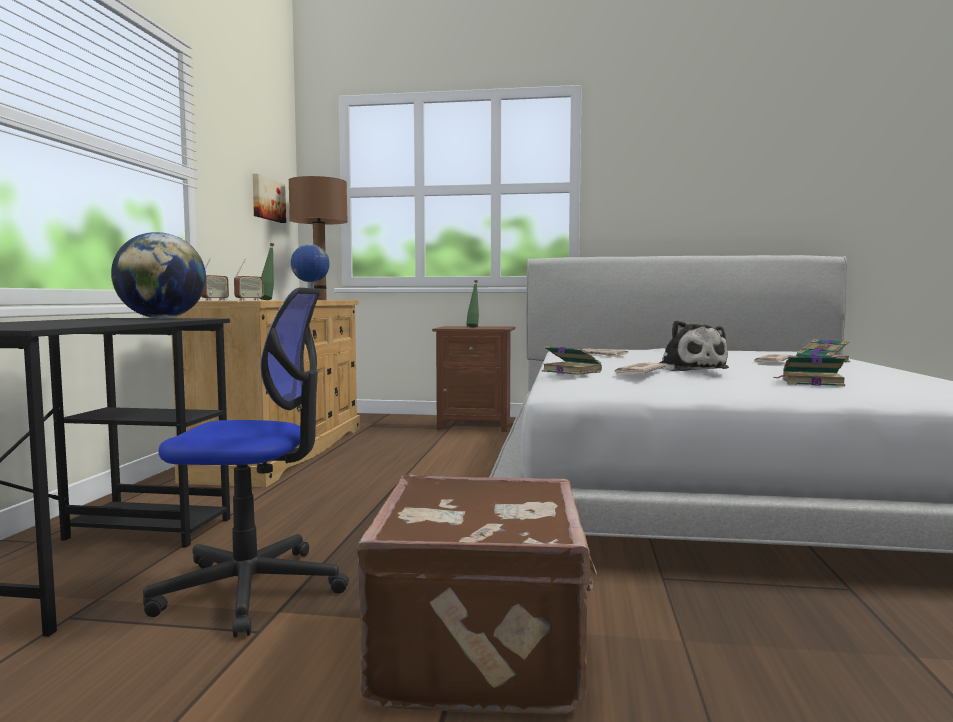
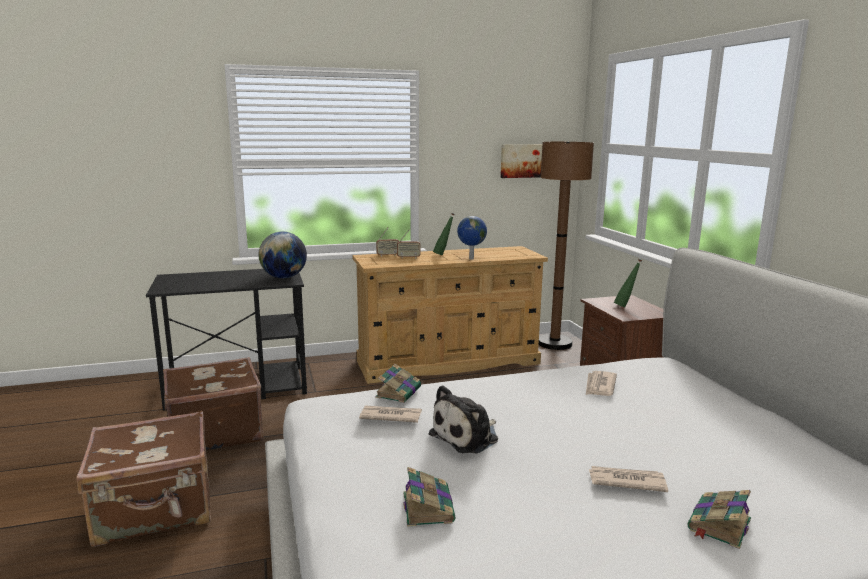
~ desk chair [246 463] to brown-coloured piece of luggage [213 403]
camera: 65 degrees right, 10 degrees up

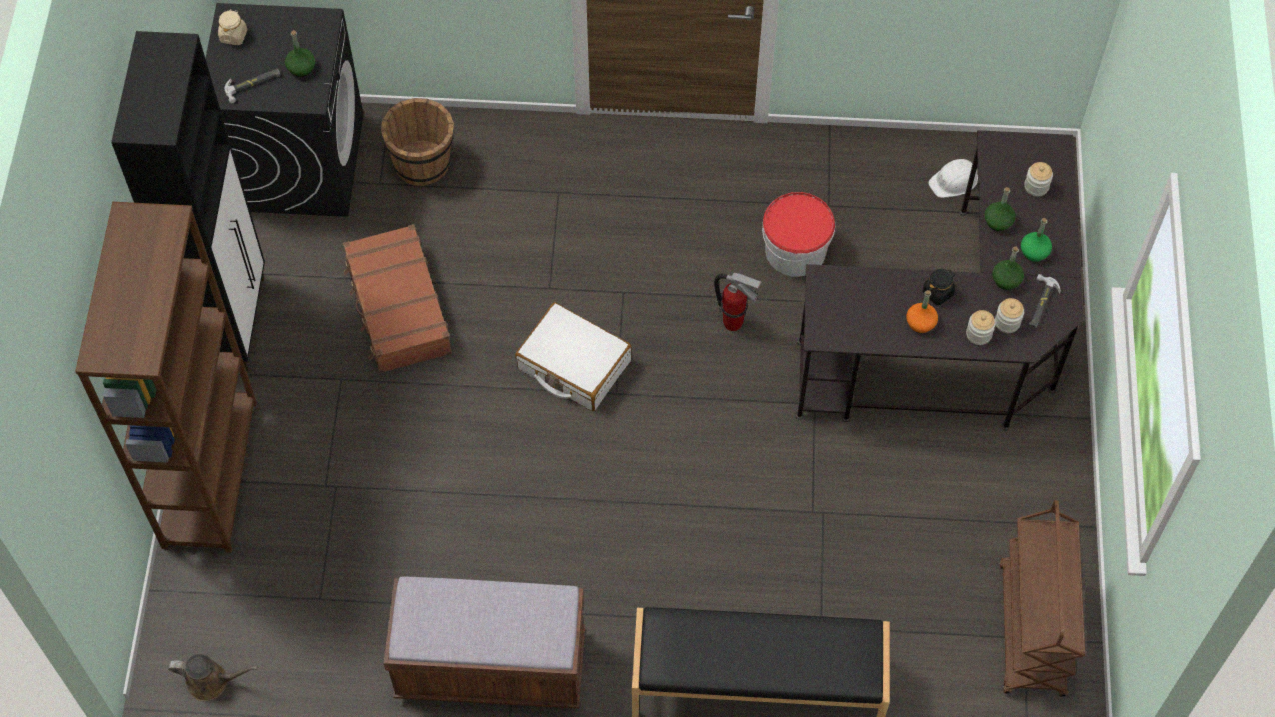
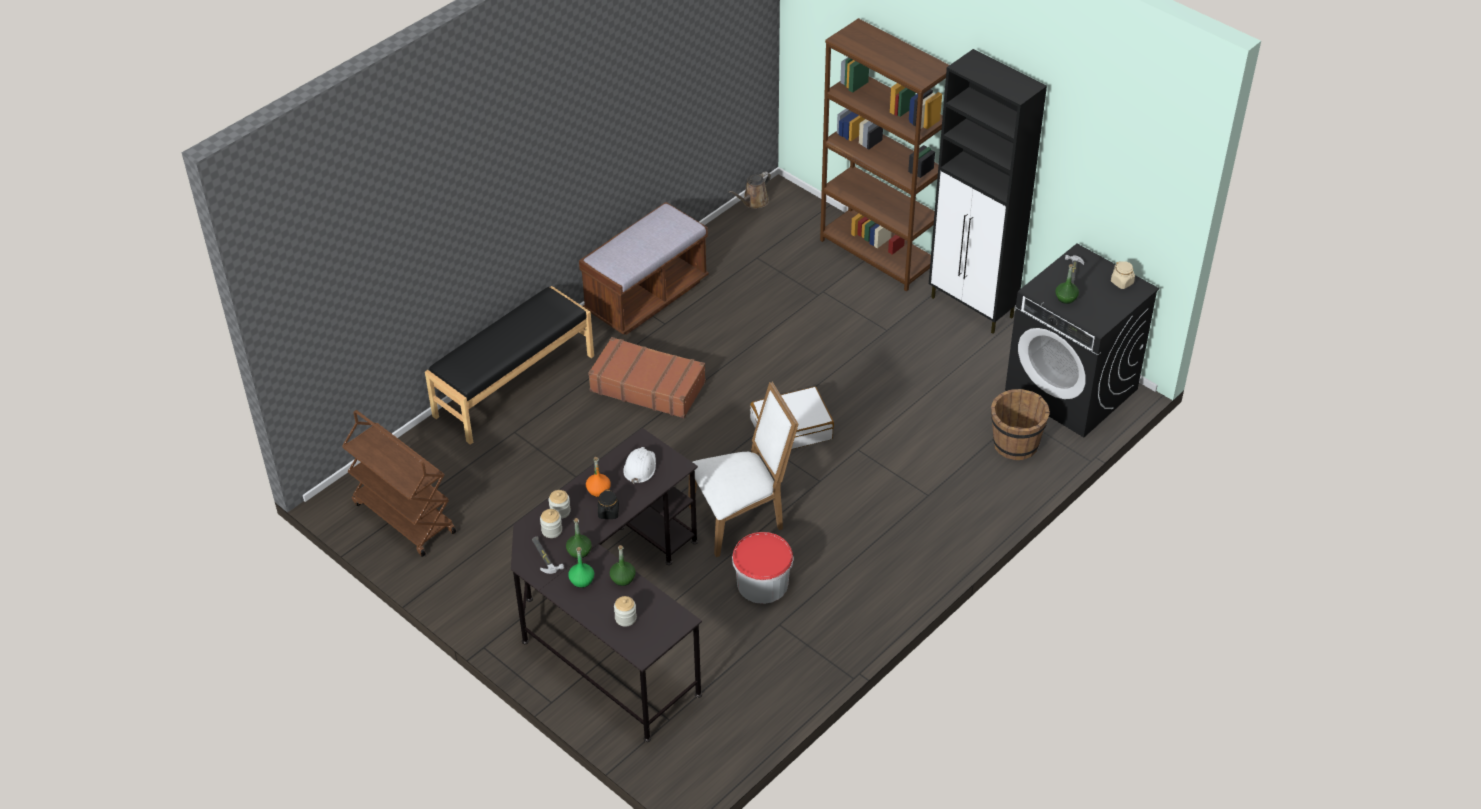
~ brown-coloured piece of luggage [397 298] to [647 378]
~ fire-fighting cylinder [738 302] to white plain chair [743 469]
~ white safety helmet [953 178] to [639 465]
camera: 130 degrees right, 15 degrees down

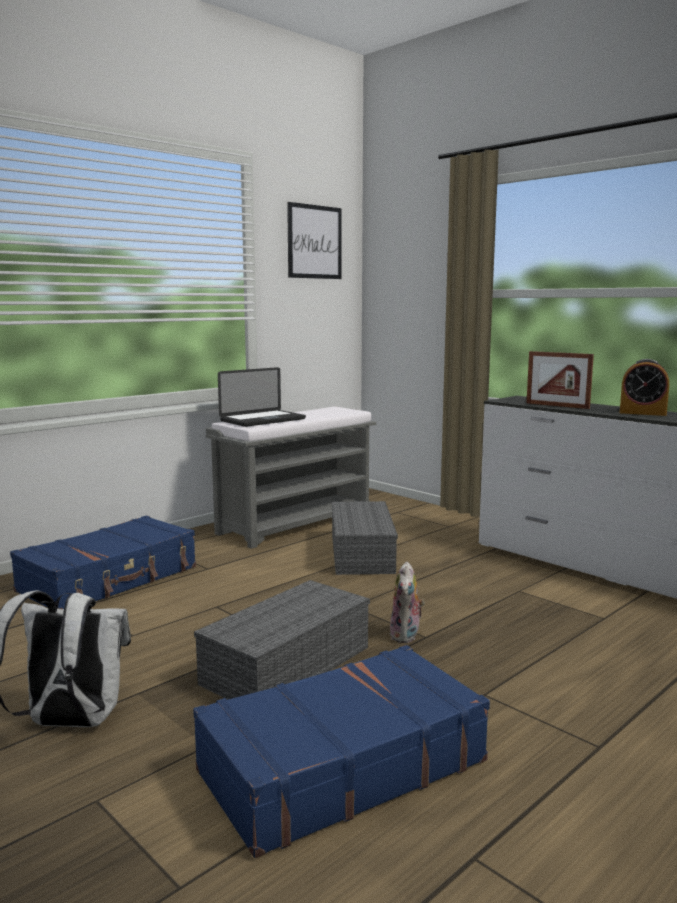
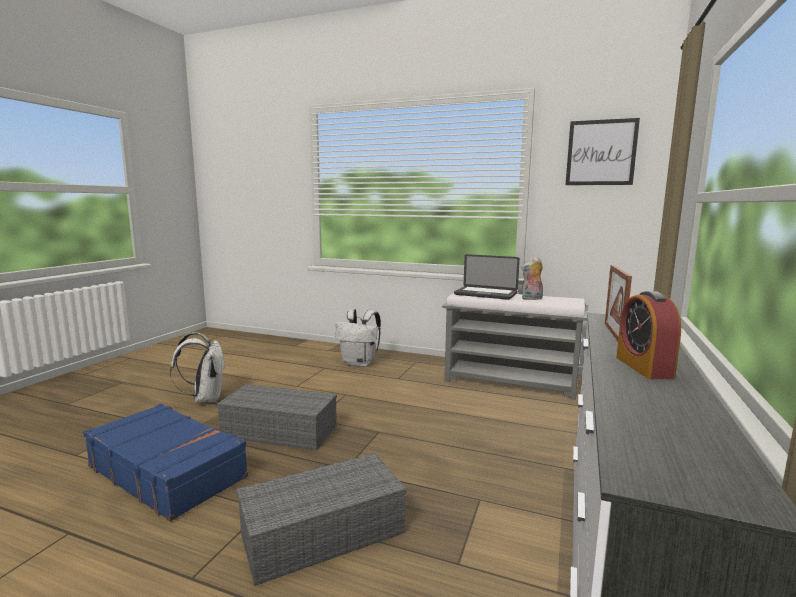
~ bluish piece of luggage [103 562] to white knapsack [358 338]
~ gray storage container [365 538] to [322 519]
~ soft toy [407 602] to [532 278]
camera: 65 degrees right, 0 degrees up

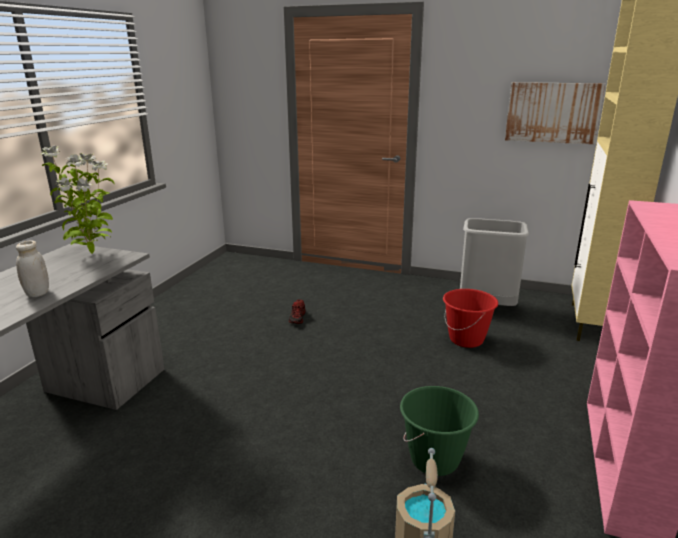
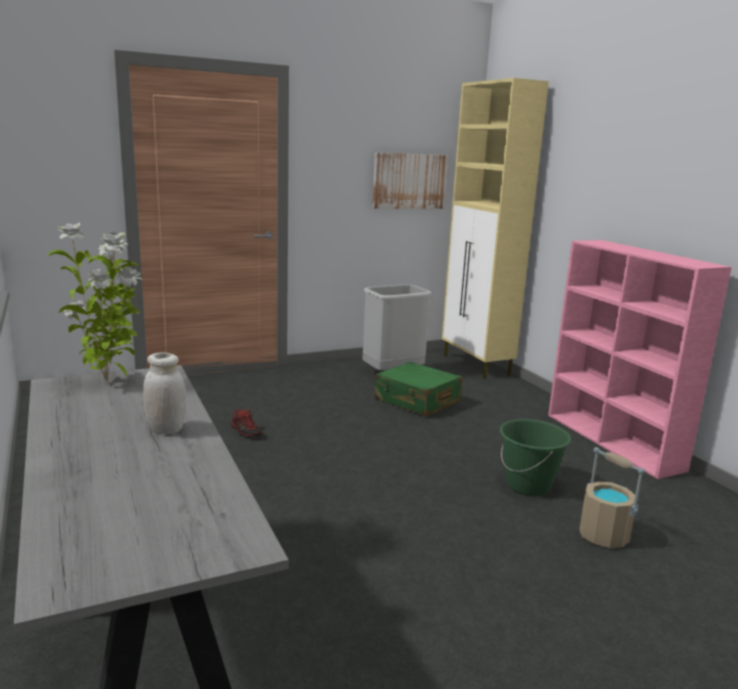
~ red pail [470 318] to green piece of luggage [419 389]
camera: 45 degrees left, 5 degrees down

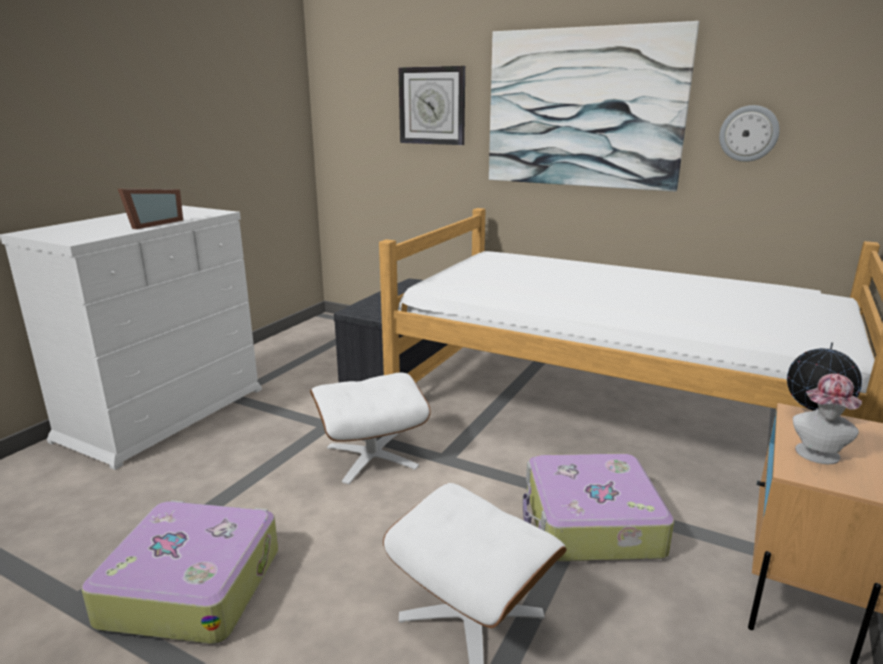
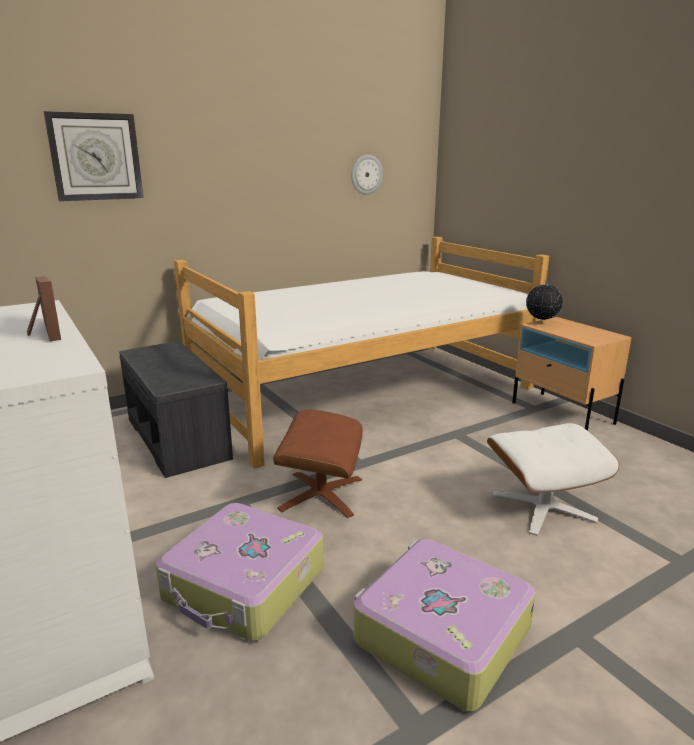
~ white pouffe [370 428] to brown-coloured pouffe [318 464]
- wall art [594 106]
~ piece of luggage [598 508] to [239 572]
- hat [827 419]
camera: 60 degrees left, 0 degrees up

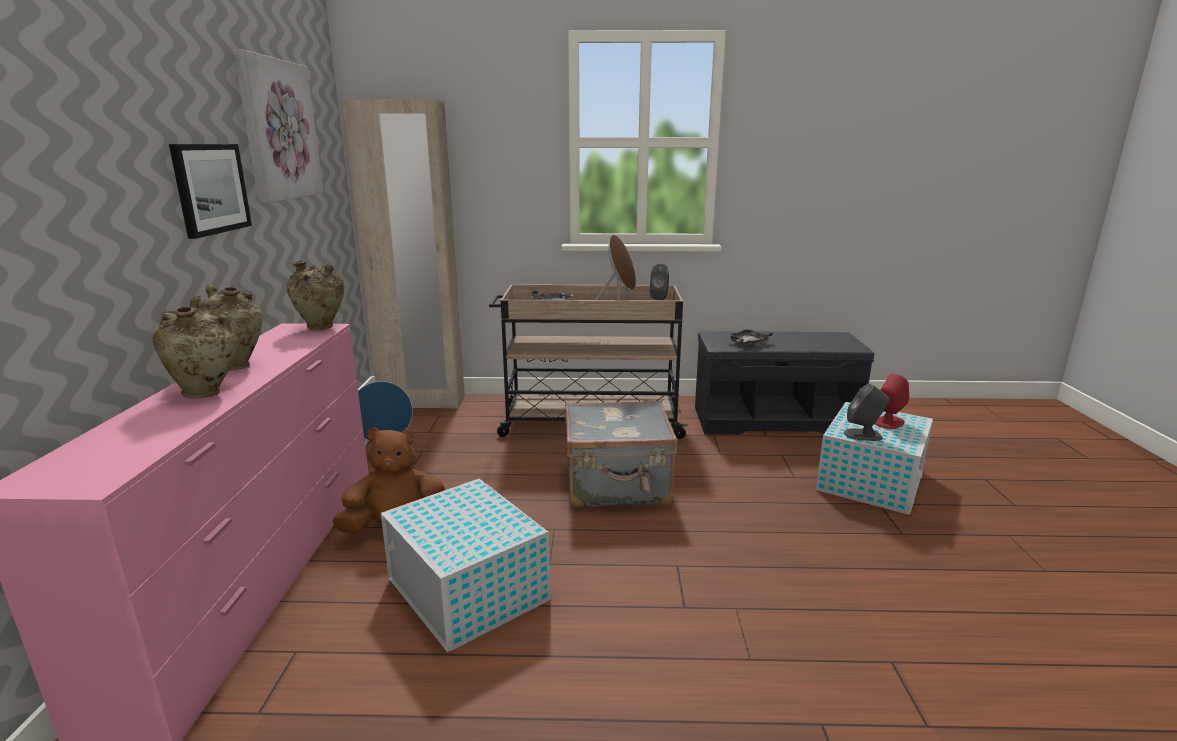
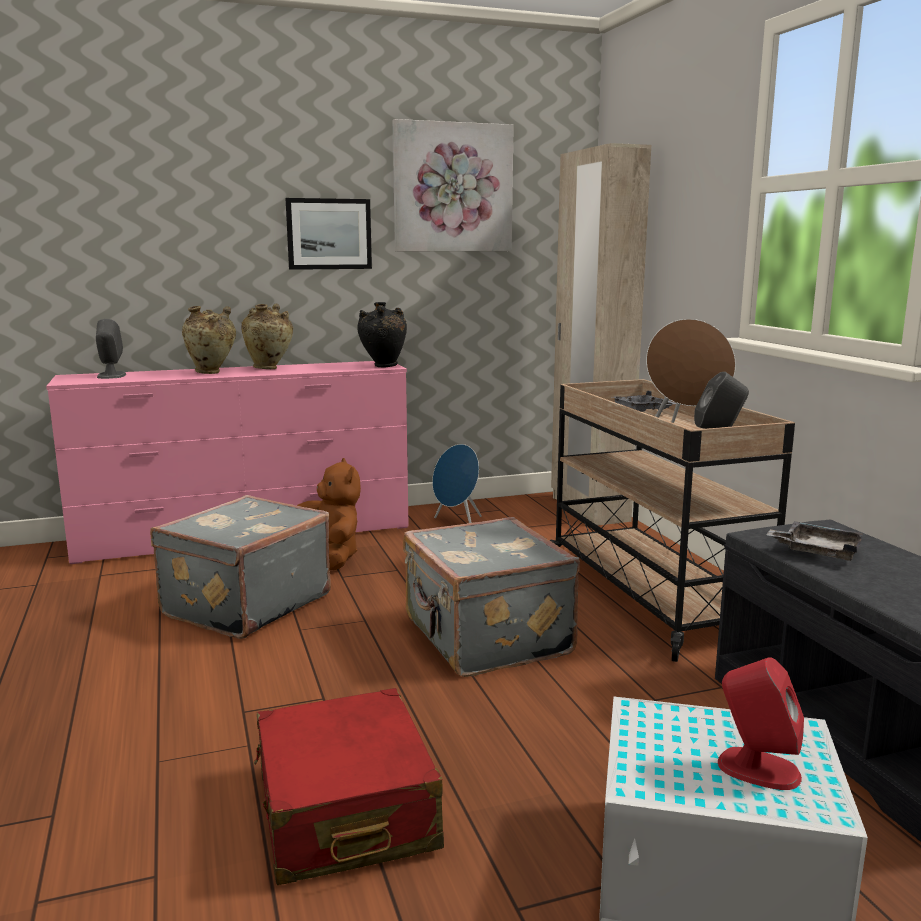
~ sand-coloured decorative vase [315 295] to black decorative vase [382 334]
~ white storage container [466 565] to gray piece of luggage [240 567]
~ gray audio speaker [867 412] to [111 349]
+ red piece of luggage [349 786]
camera: 70 degrees right, 5 degrees down

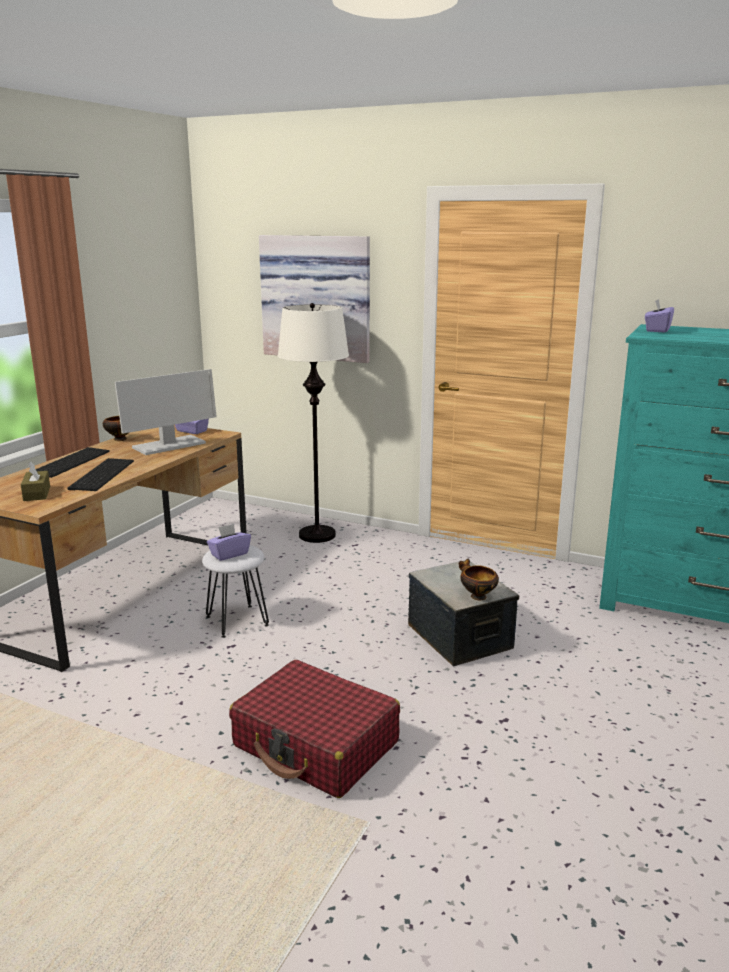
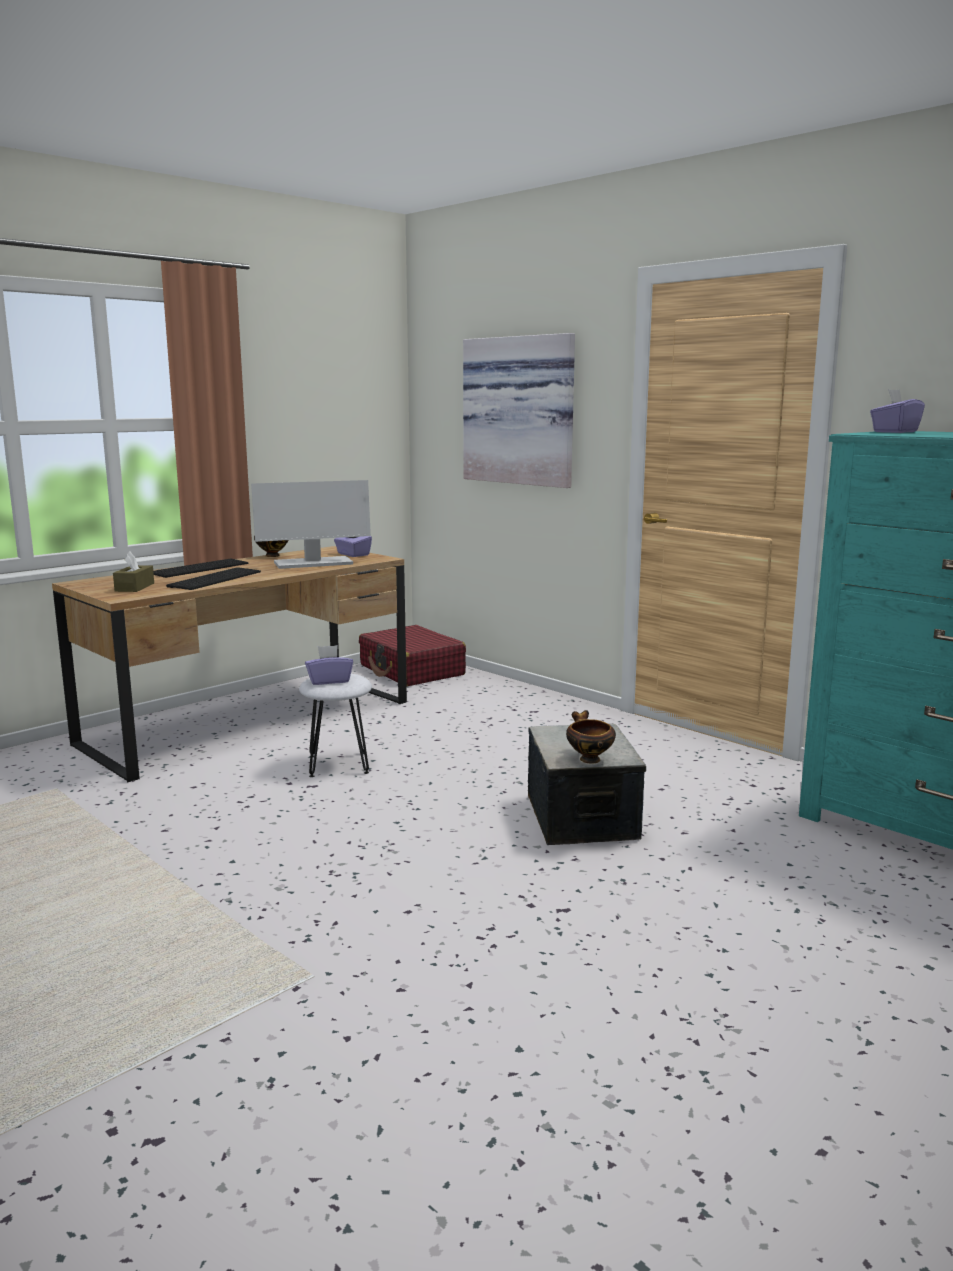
~ red piece of luggage [314 729] to [412 655]
- white floor lamp [313 423]
camera: 20 degrees right, 5 degrees down

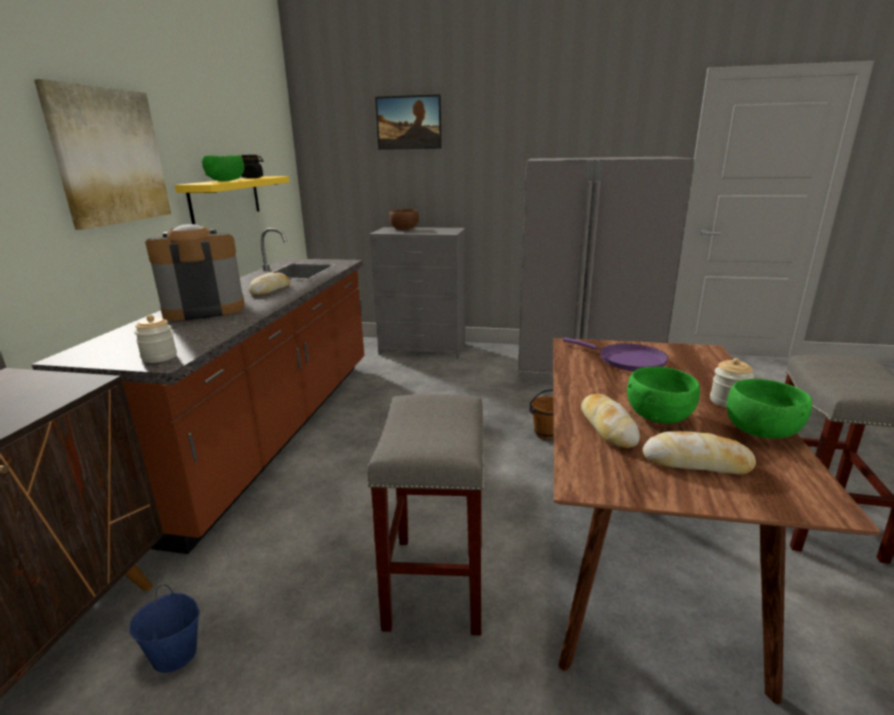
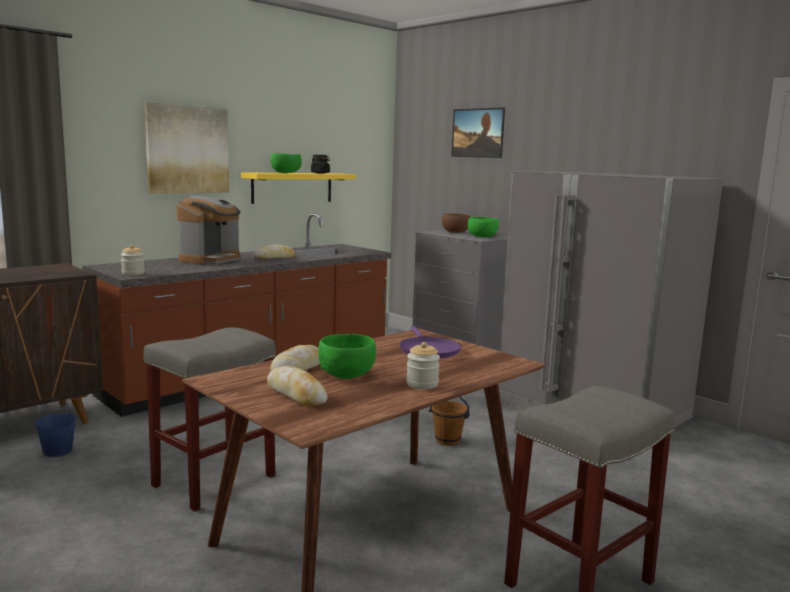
~ coffee maker [195 272] = [208 230] 105 degrees clockwise
~ green deep dish [769 409] to [483 227]
camera: 35 degrees right, 10 degrees down

